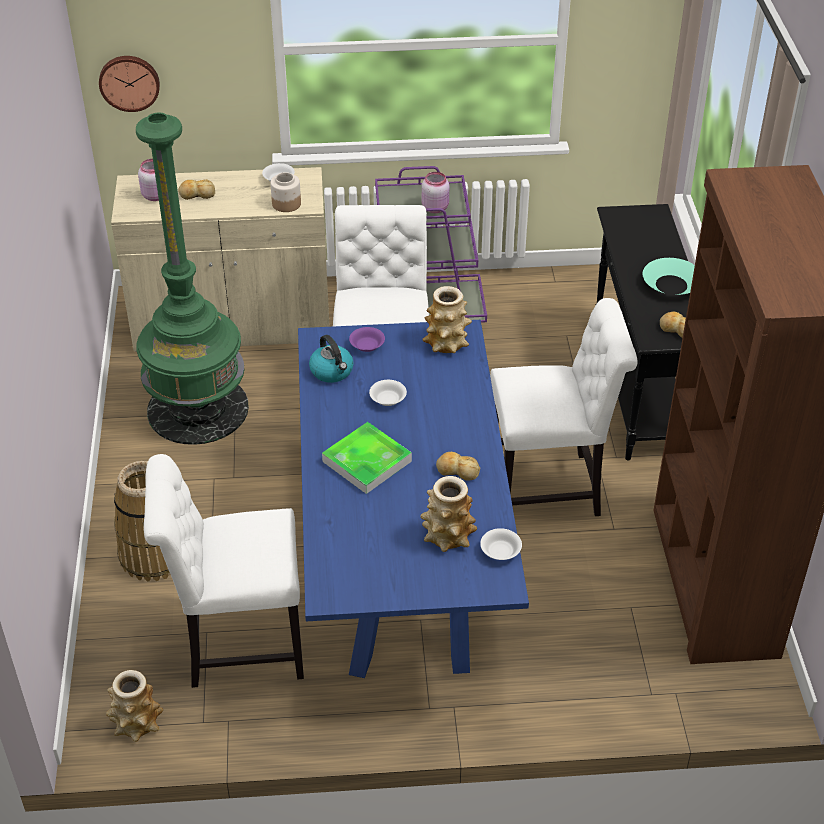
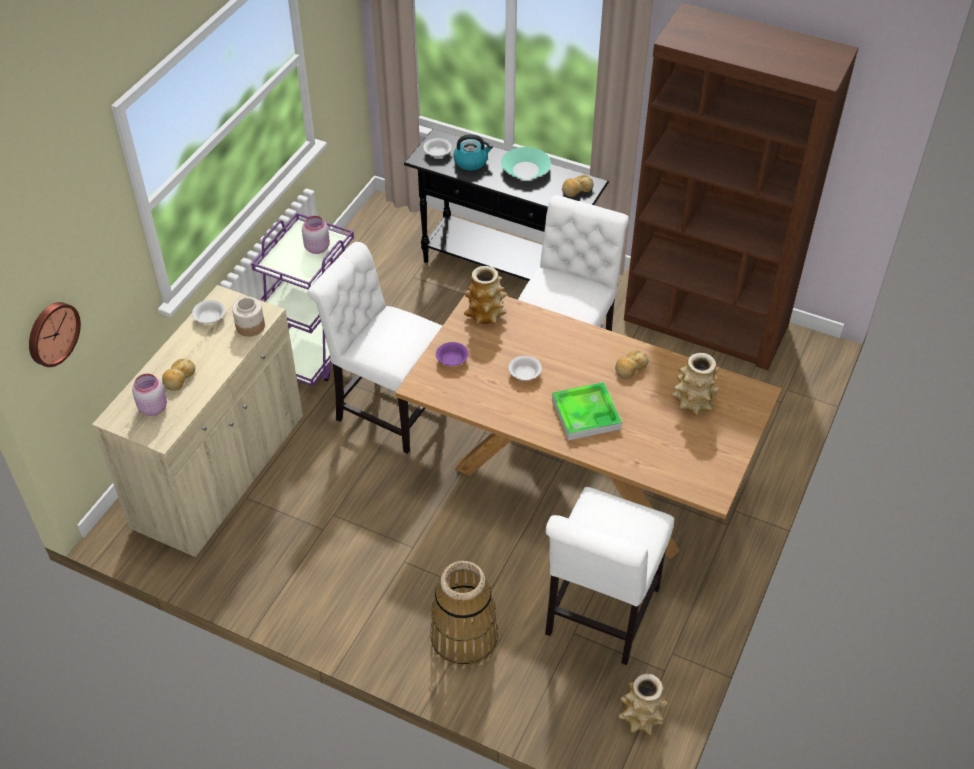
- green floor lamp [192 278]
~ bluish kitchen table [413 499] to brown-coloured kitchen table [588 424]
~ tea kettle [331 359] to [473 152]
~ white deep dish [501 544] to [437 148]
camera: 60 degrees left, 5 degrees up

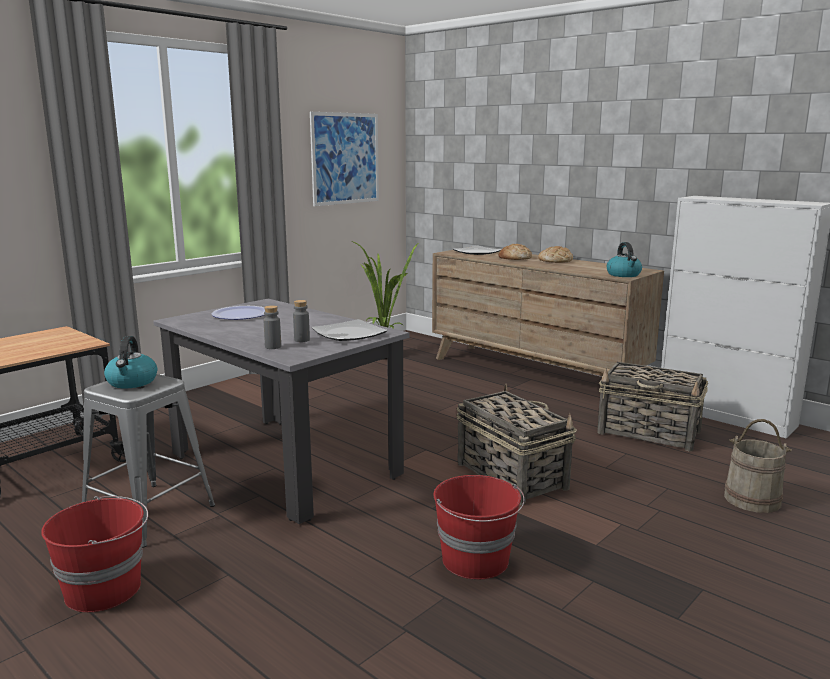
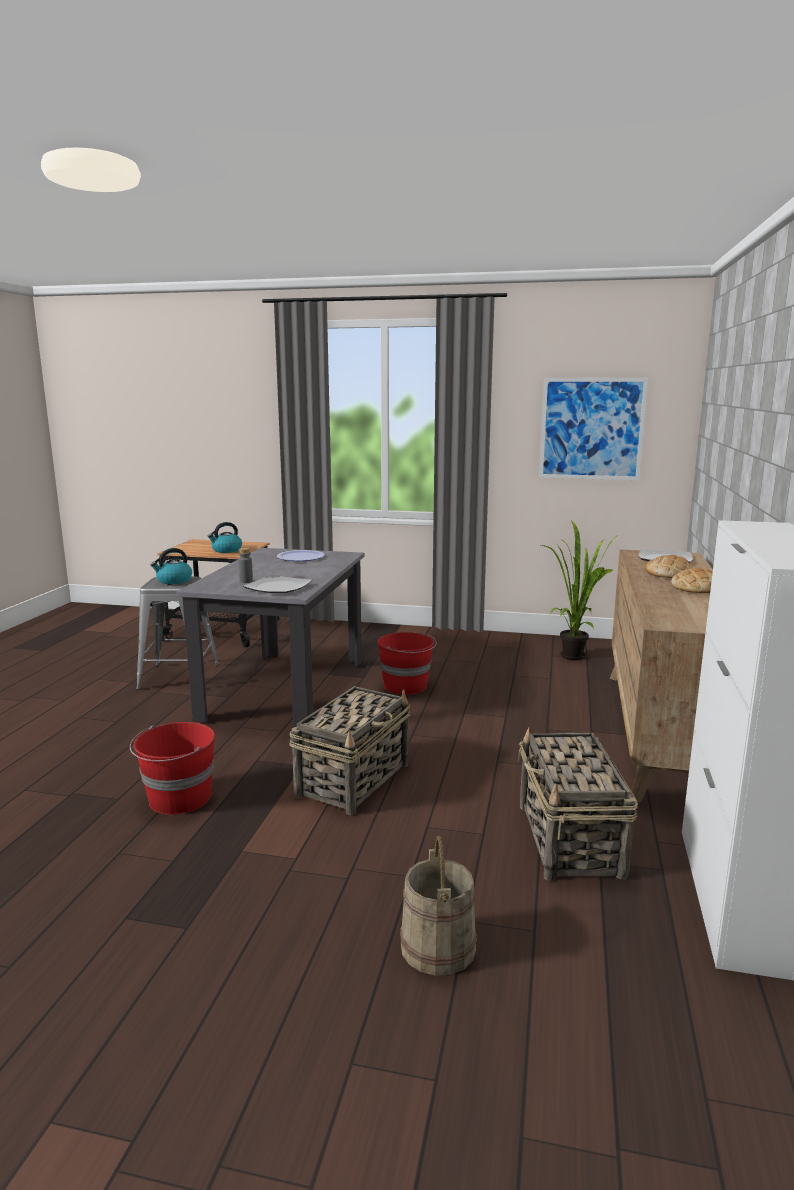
~ red pail [94 554] to [407 663]
- gray drink bottle [272 327]
~ tea kettle [624 259] to [225 537]
camera: 60 degrees right, 0 degrees up

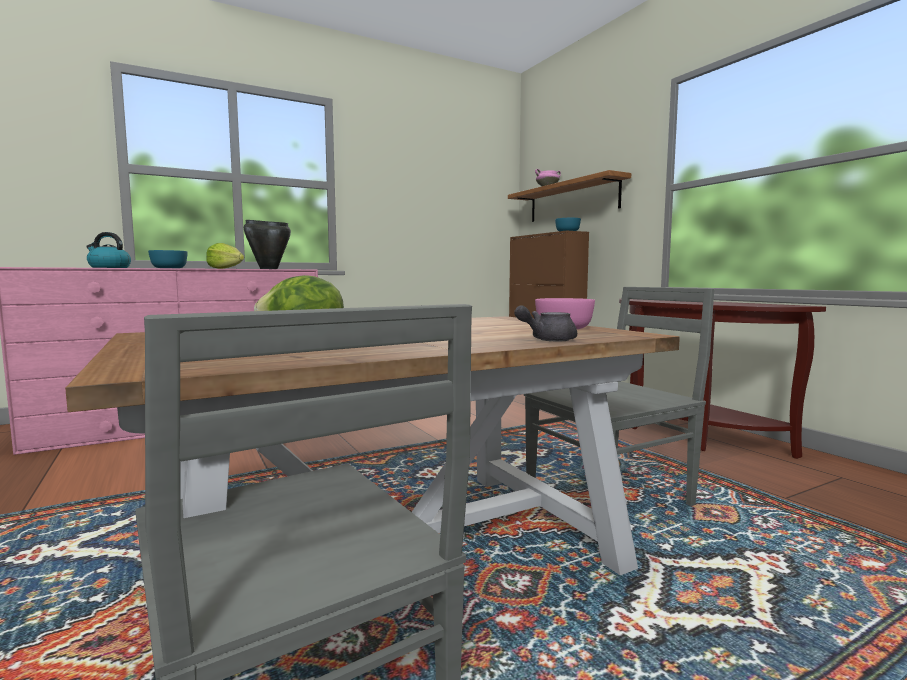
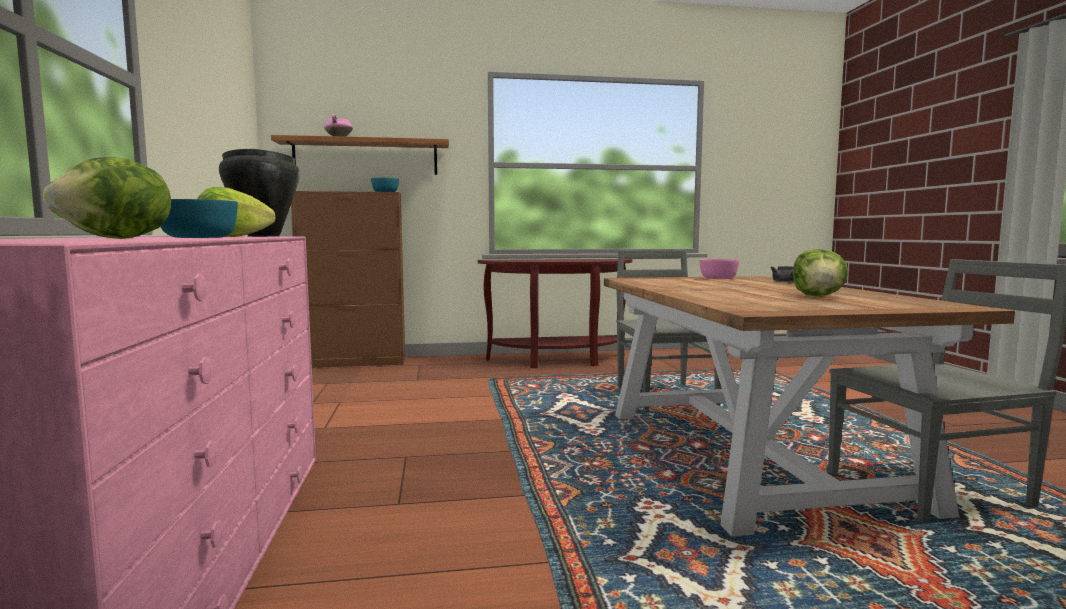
~ tea kettle [108 250] to lettuce head [107 198]
camera: 70 degrees left, 0 degrees up

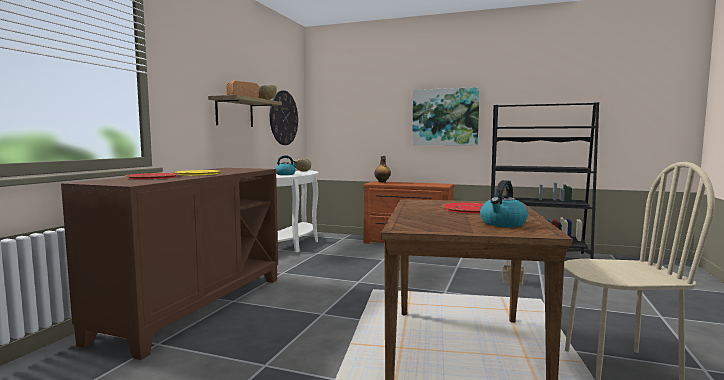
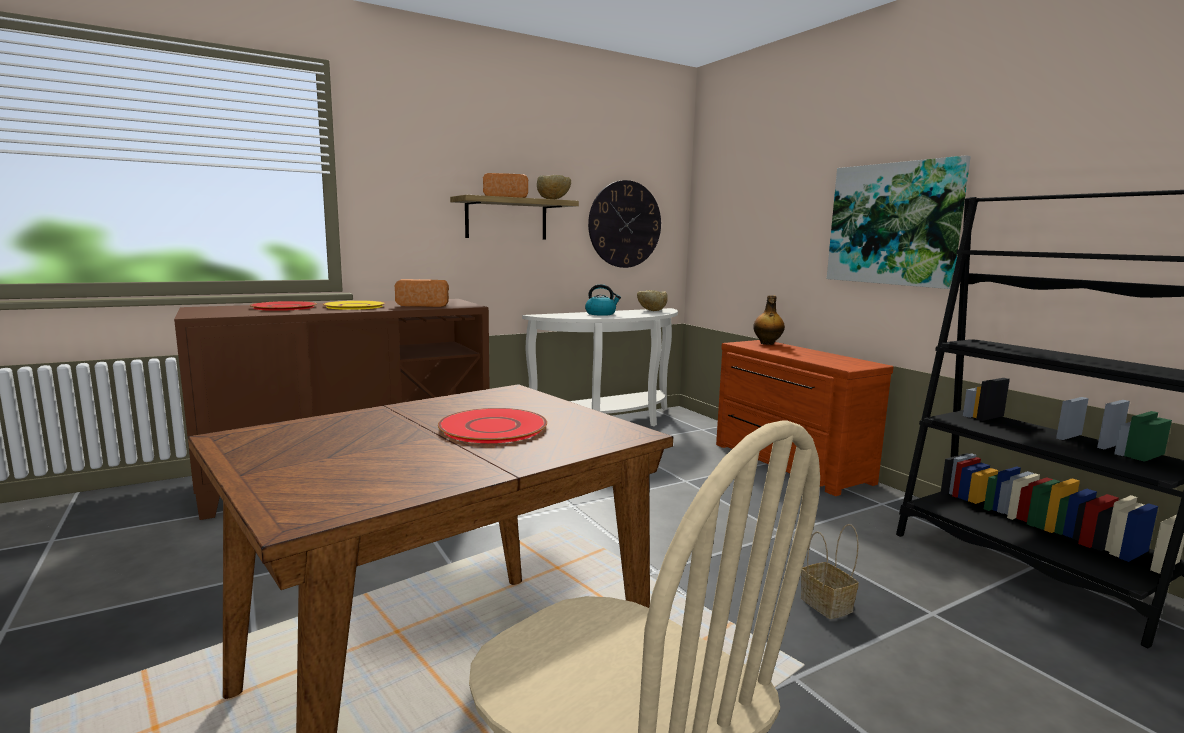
- tea kettle [504 203]
+ bread [421 293]
camera: 40 degrees right, 5 degrees up

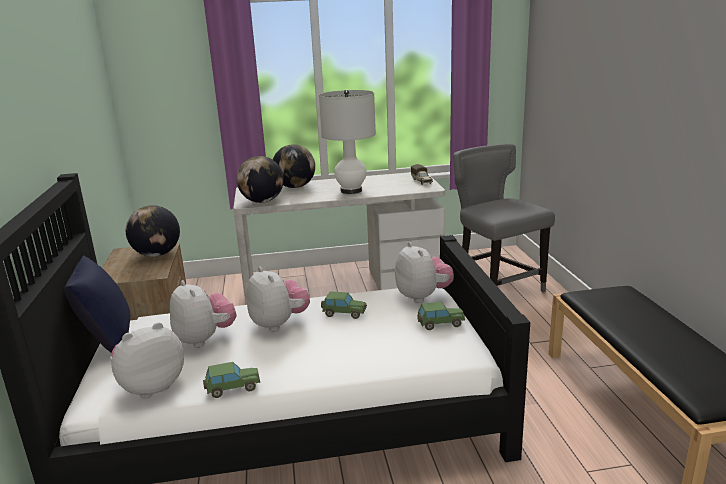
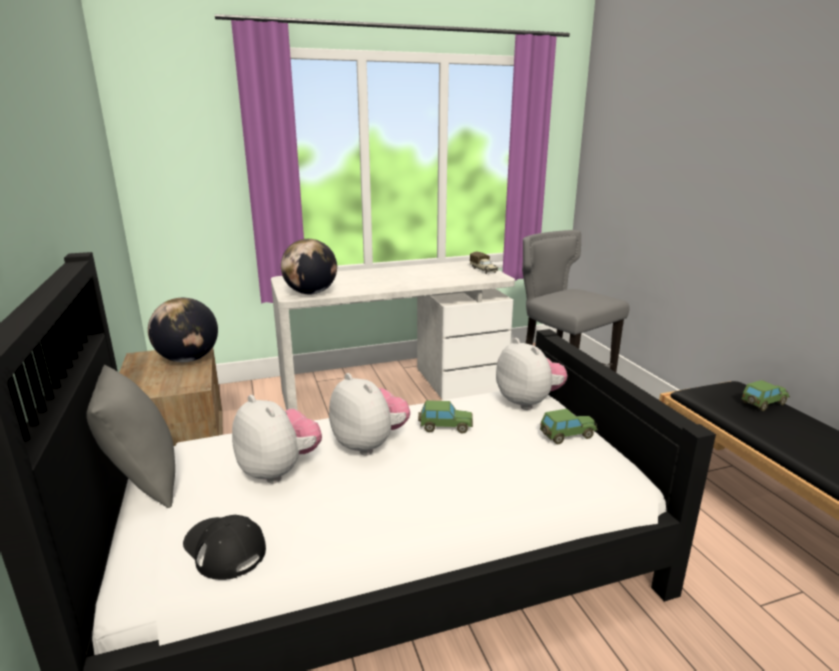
~ bluish cushion [97 304] to gray cushion [130 436]
~ soft toy [147 360] to black cap [224 547]
~ model car [231 380] to [765 395]
- world globe [294 166]
- white lamp for a table [347 141]
camera: 10 degrees left, 0 degrees up

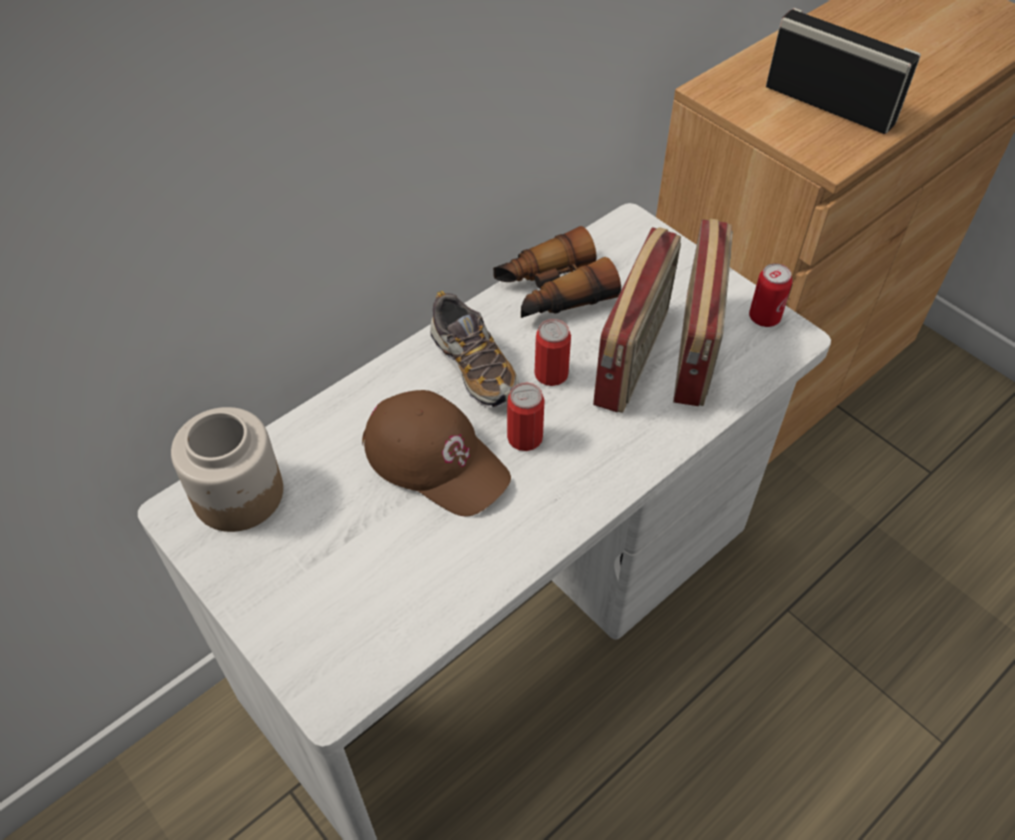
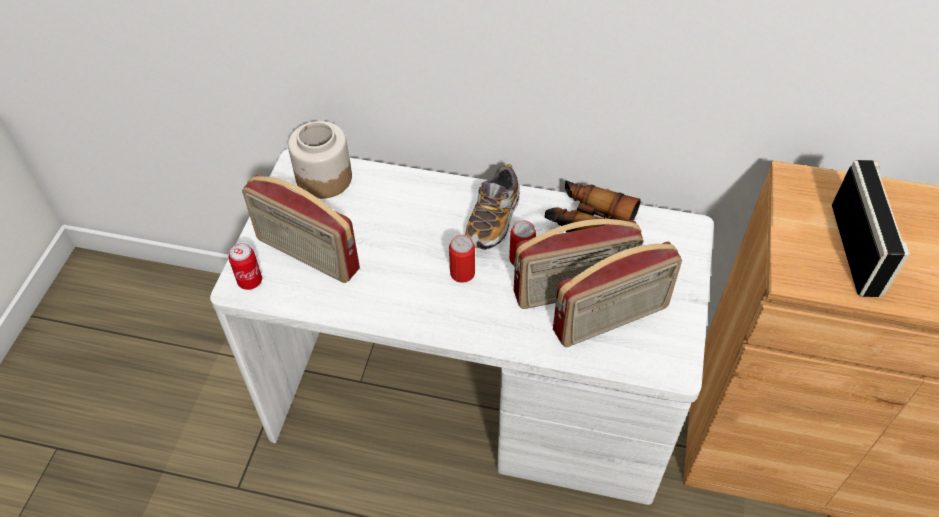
- brown-coloured cap [436 453]
~ sealed can [770 295] to [245 266]
+ radio receiver [301 229]
camera: 55 degrees right, 0 degrees up

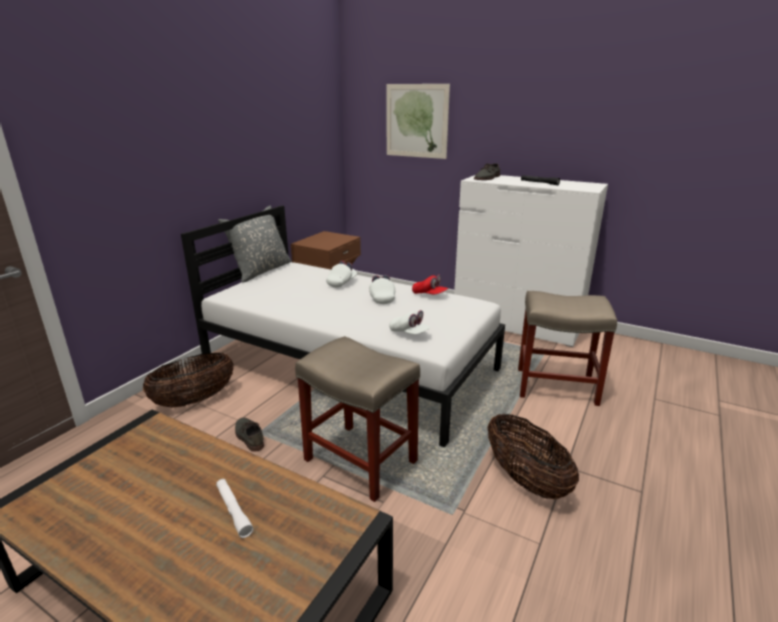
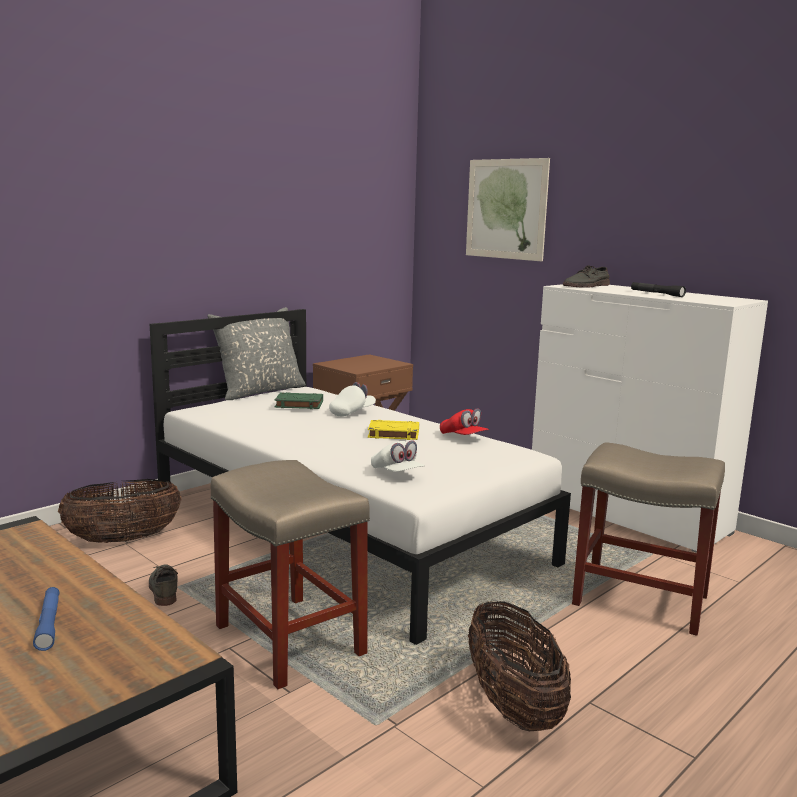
~ white flashlight [235 508] to bluish flashlight [46 619]
~ white cap [382 289] to yellowish volume [393 430]
+ green volume [299 400]
camera: 15 degrees right, 10 degrees down

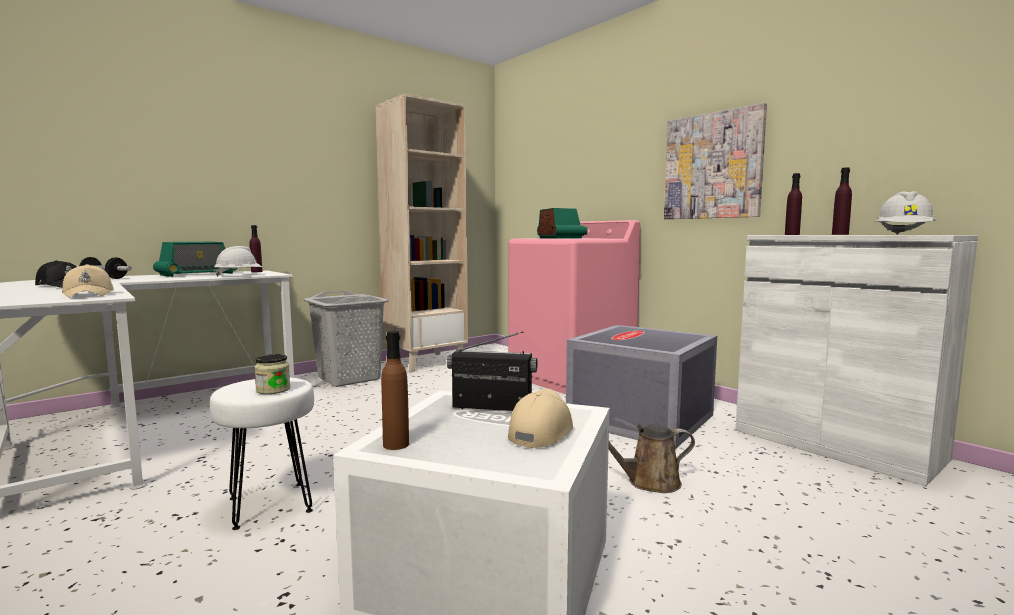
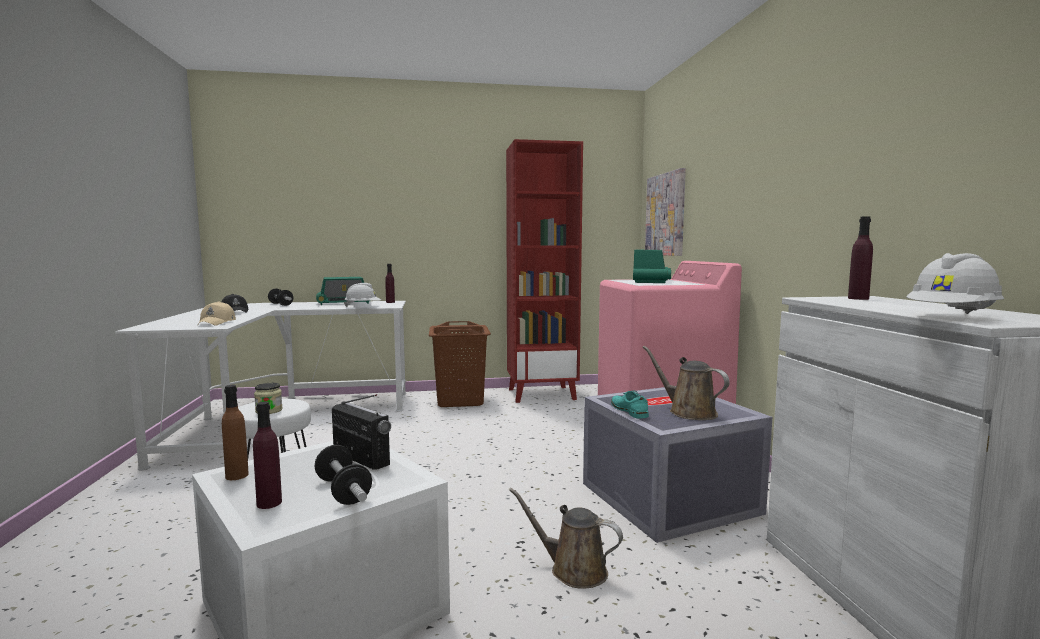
~ gray laundry basket [346 339] to brown-coloured laundry basket [460 364]
~ sand-coloured bookshelf [421 232] to red bookshelf [544 271]
~ sand-coloured cap [540 418] to dumbbell [343 475]
~ wall art [715 161] to [665 212]
~ purple drink bottle [842 201] to [267 455]
+ blue-green item of footwear [630 404]
+ brown-coloured watering pot [686 383]
camera: 30 degrees right, 0 degrees up

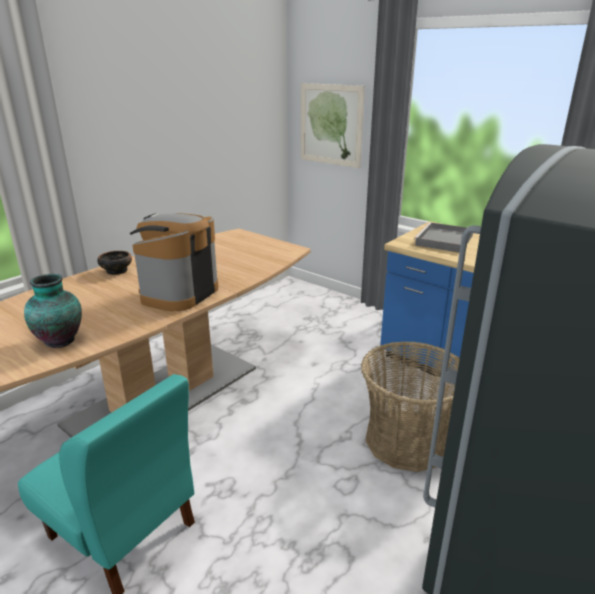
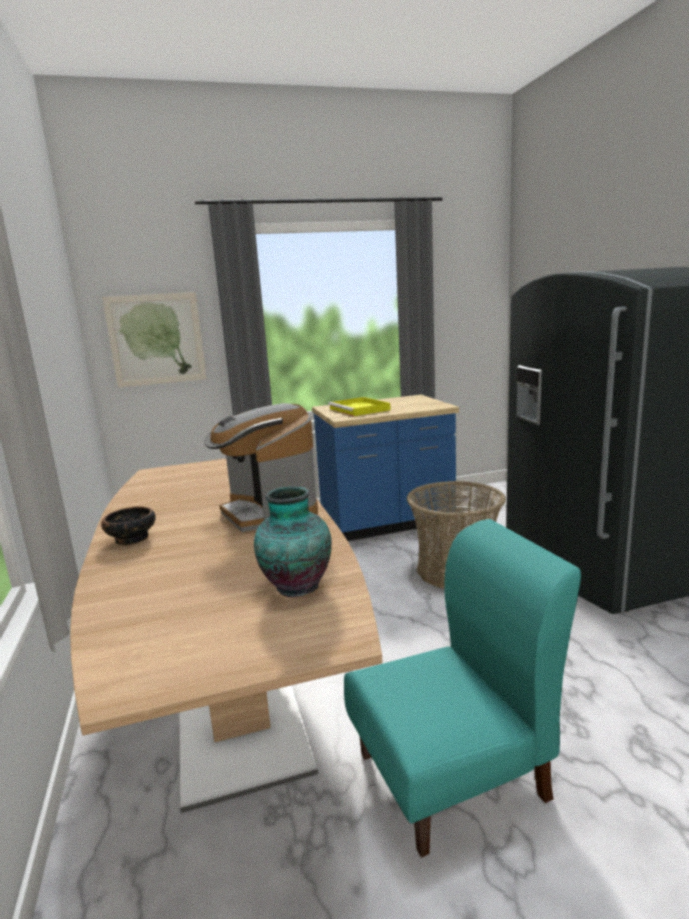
~ gray tray [443 237] to yellowish tray [359 406]
camera: 55 degrees left, 10 degrees down

